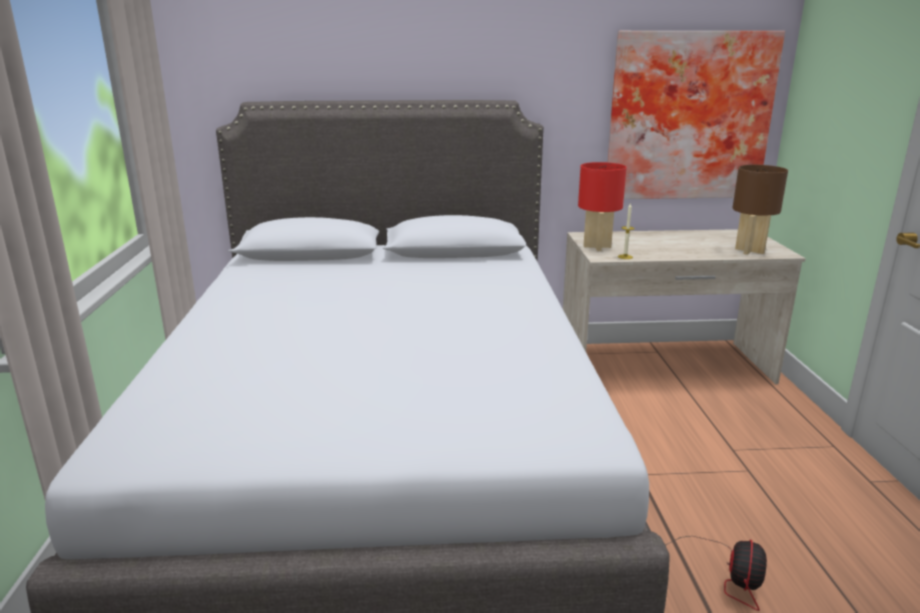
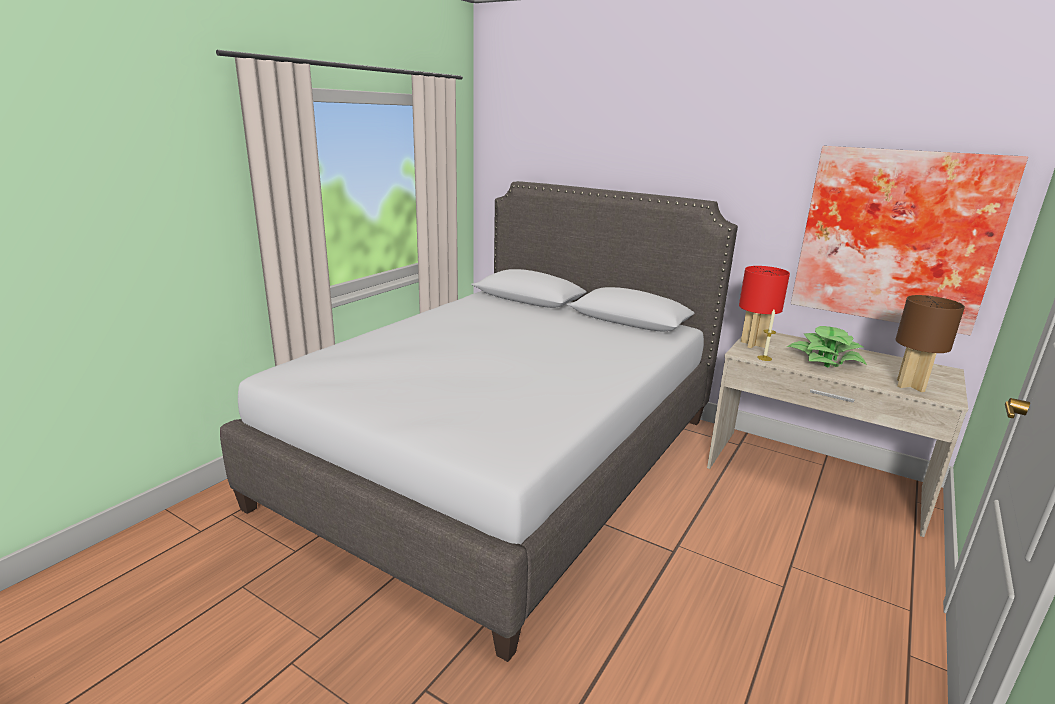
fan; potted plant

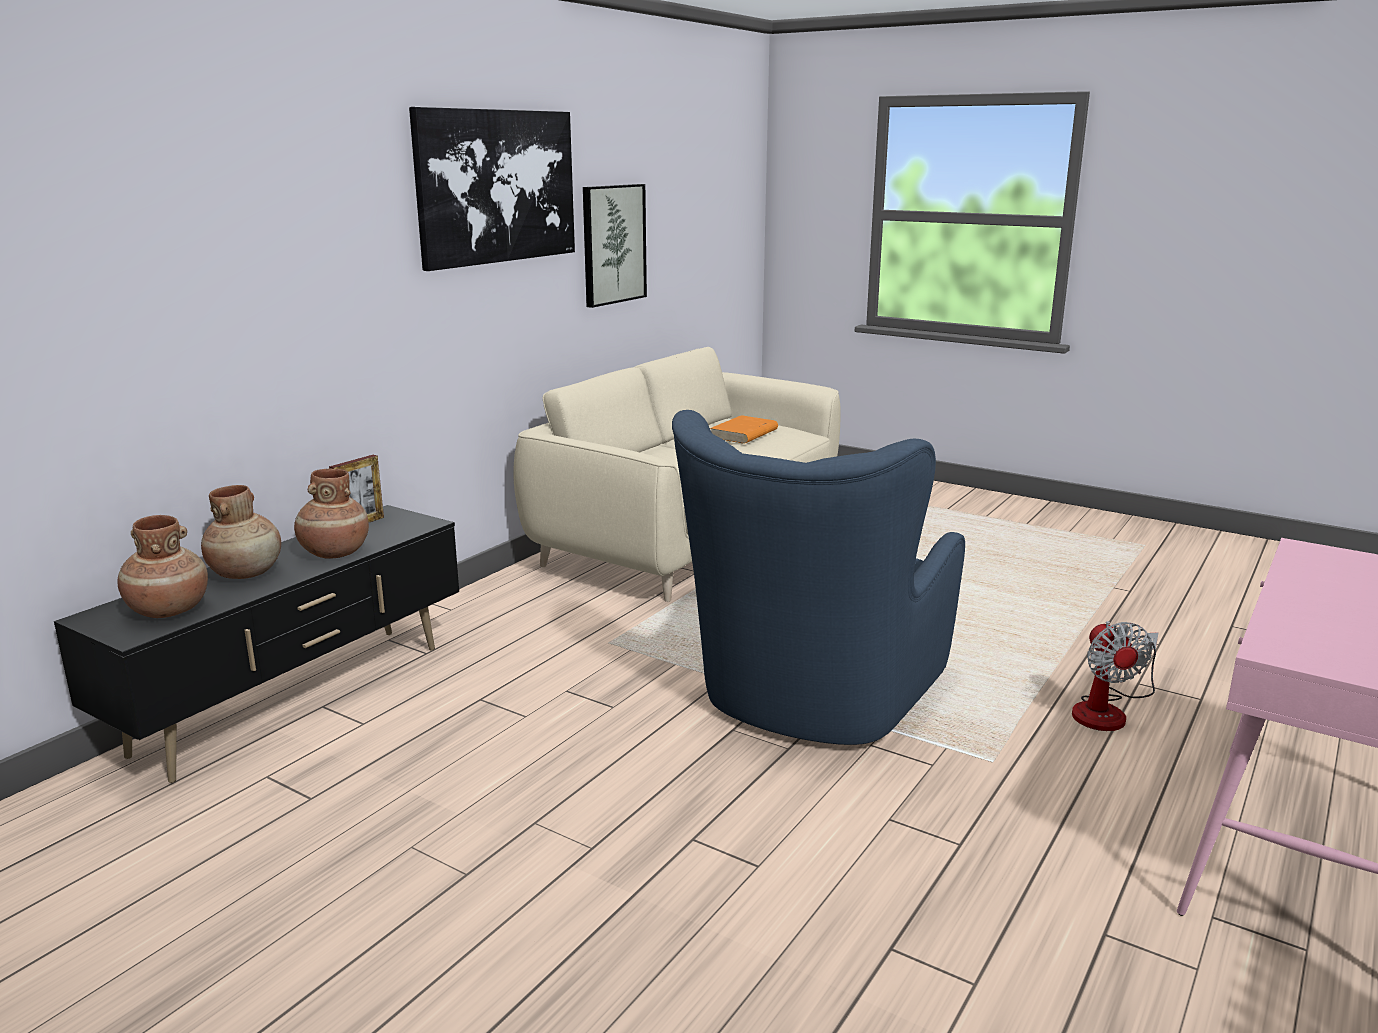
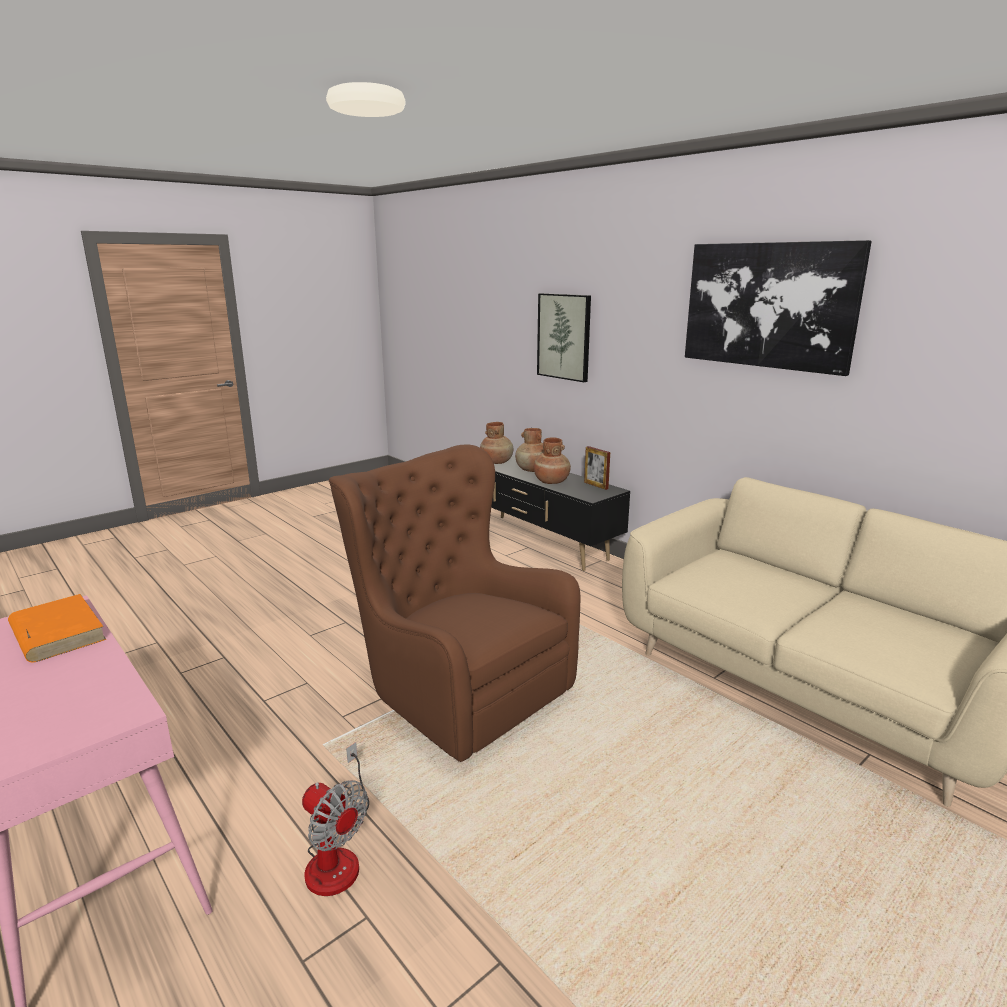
picture (1st from left); brown armchair; orange book; fan

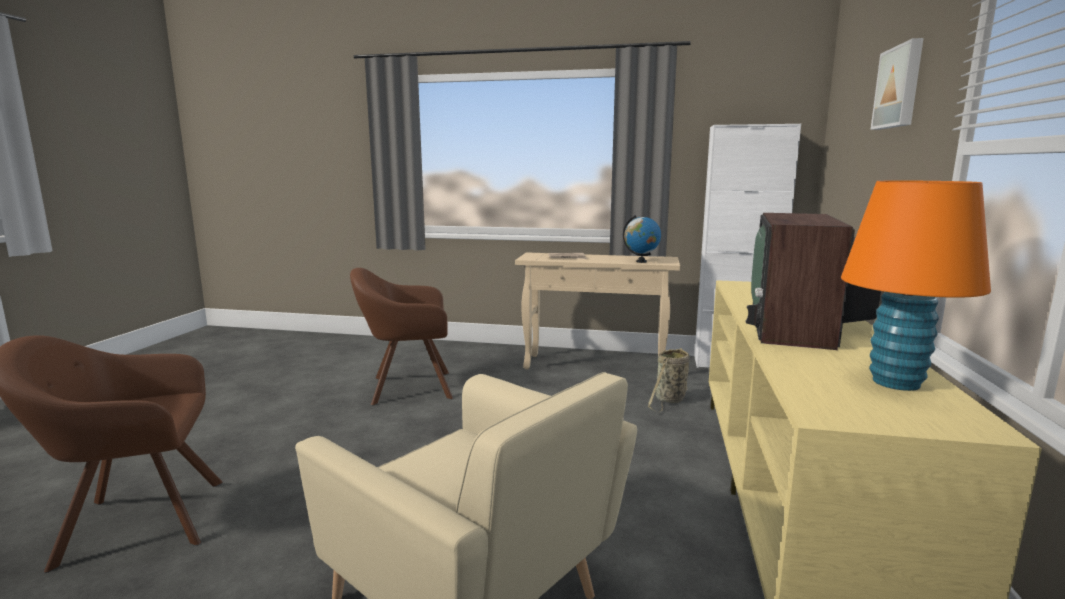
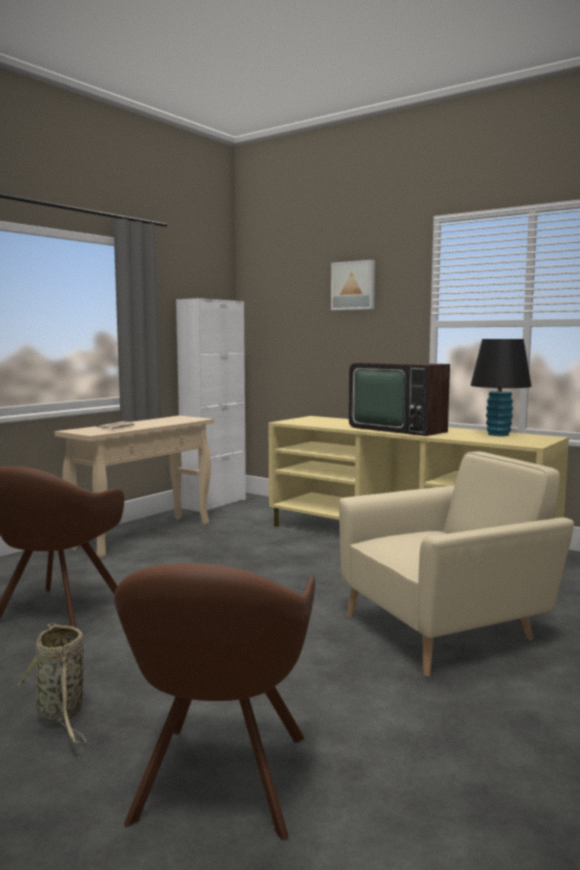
globe; basket; black table lamp

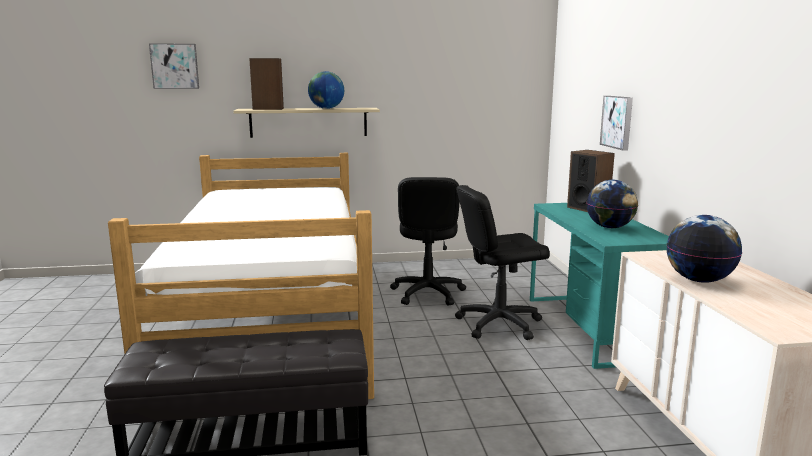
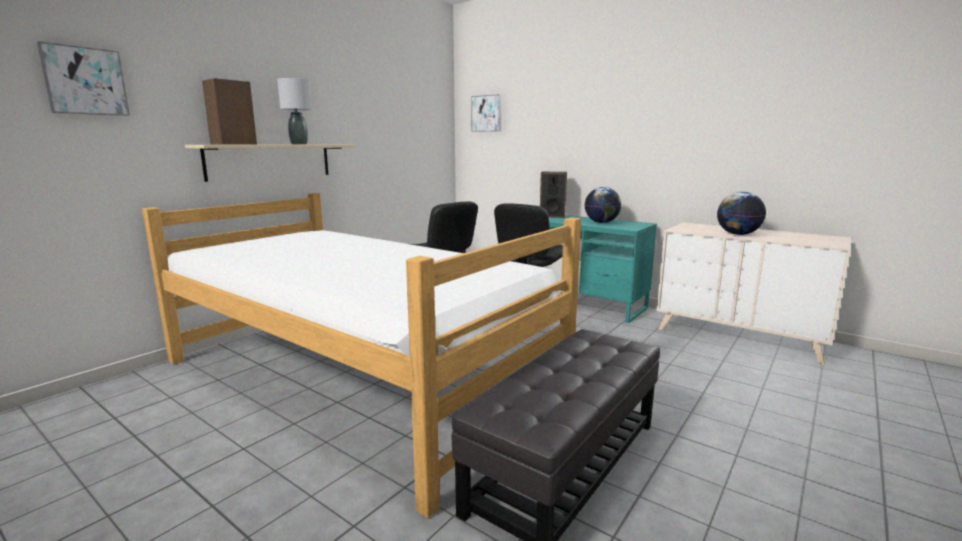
grey table lamp; picture (2nd from left)

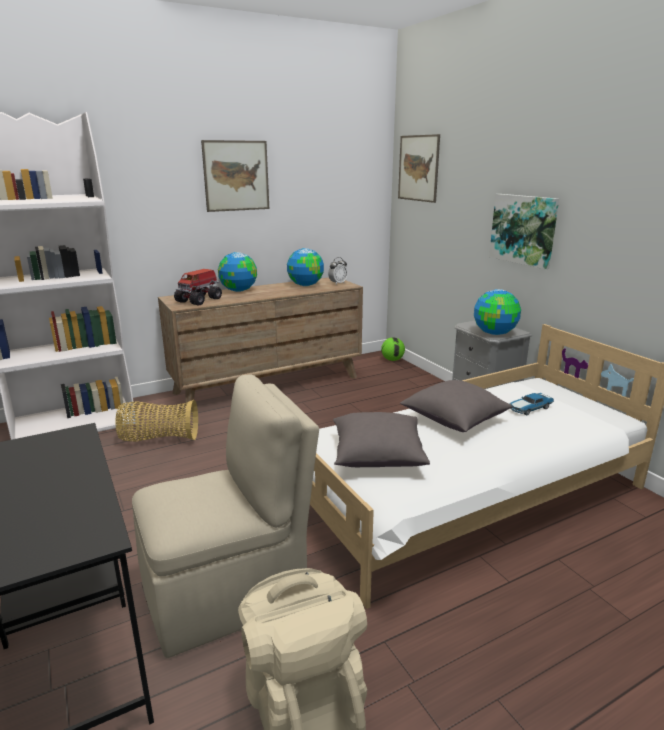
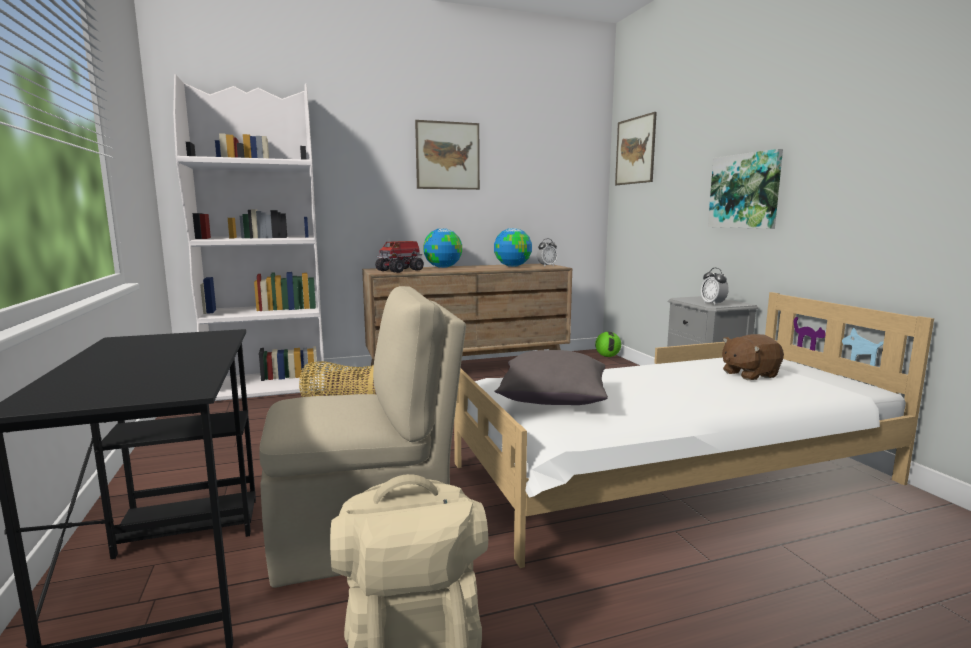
grey pillow (2nd from left in the first image); alarm clock (2nd from left); brown plush toy

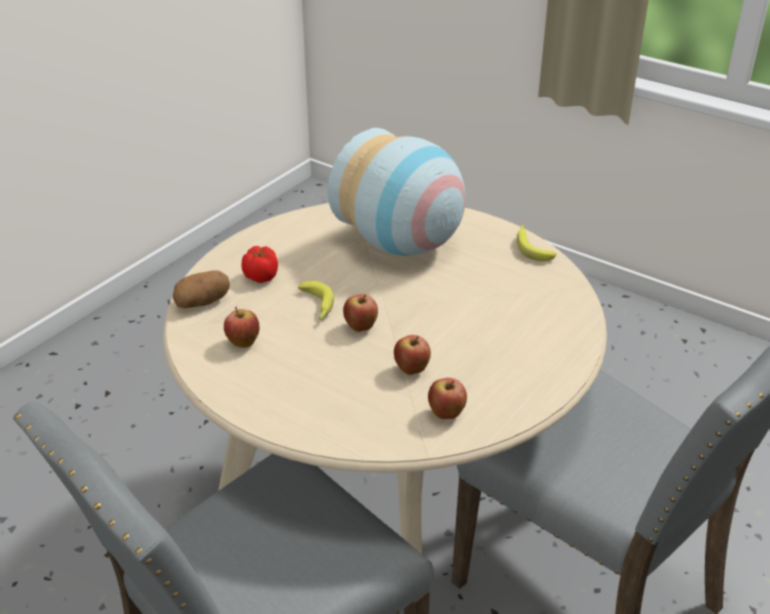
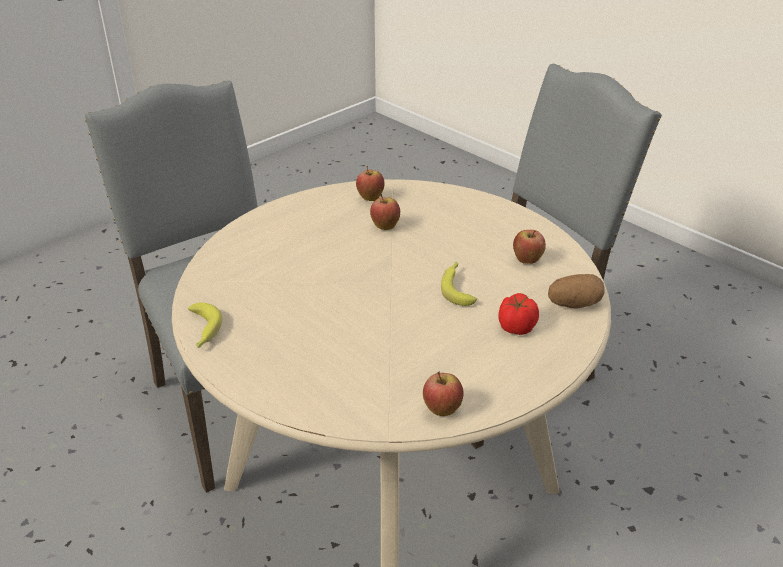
vase; apple (3rd from left)

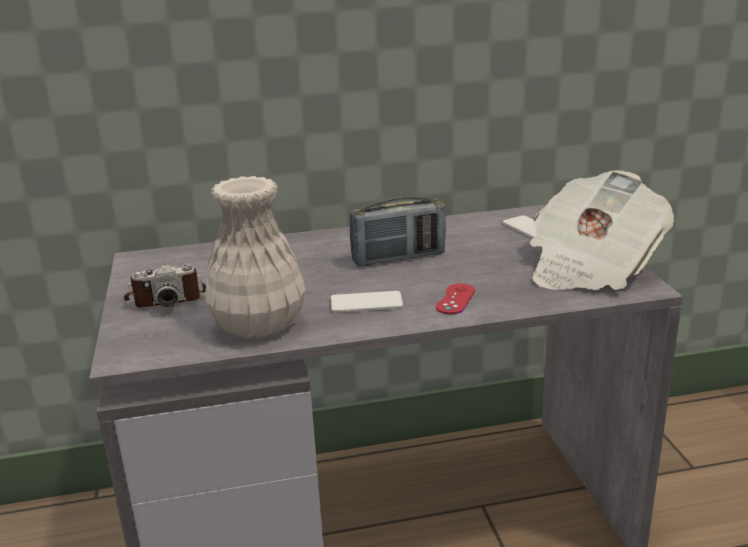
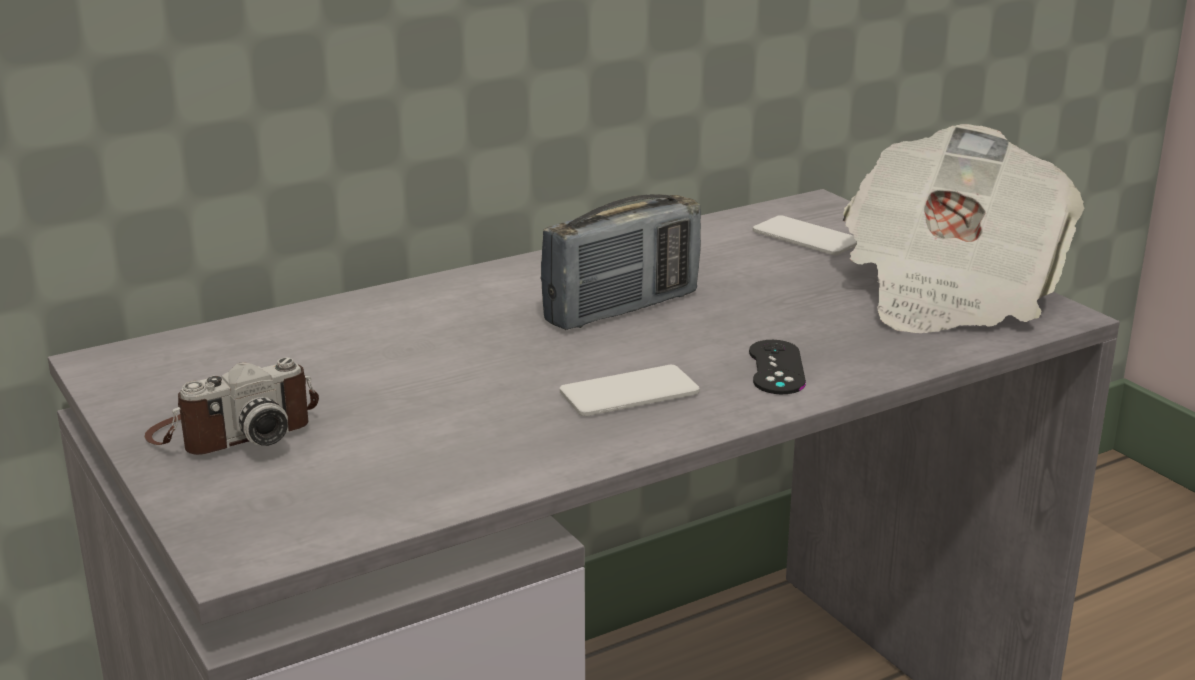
white vase; black game controller

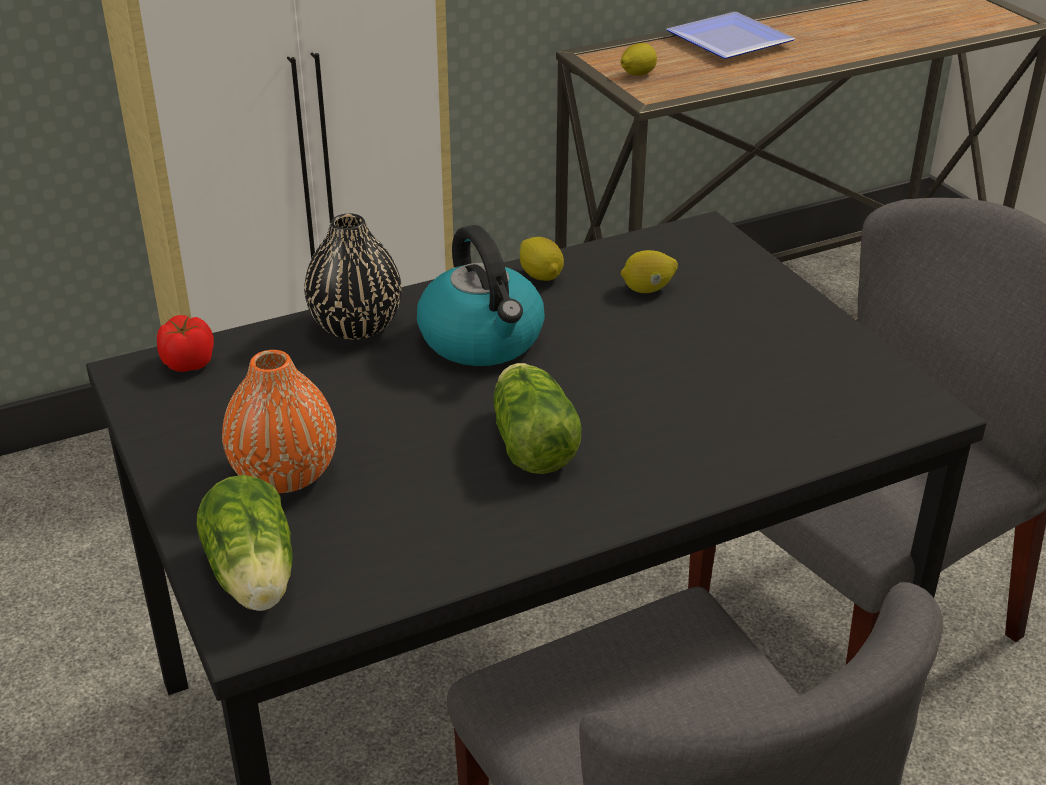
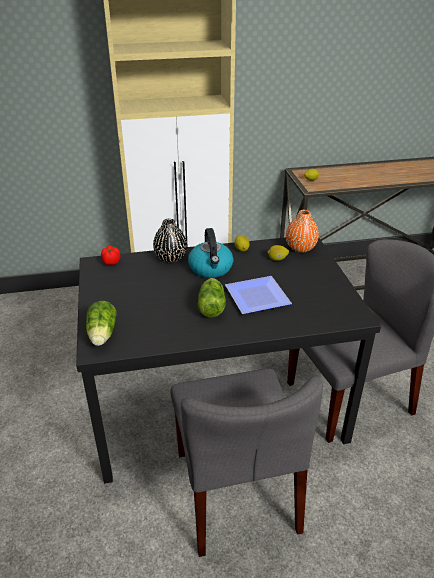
orange vase; plate

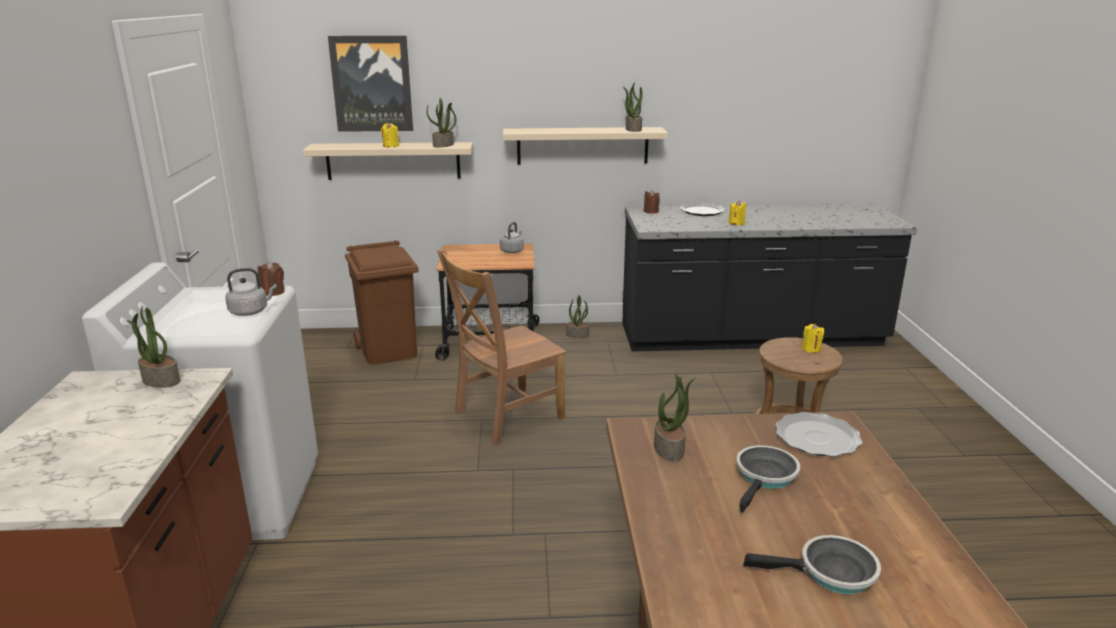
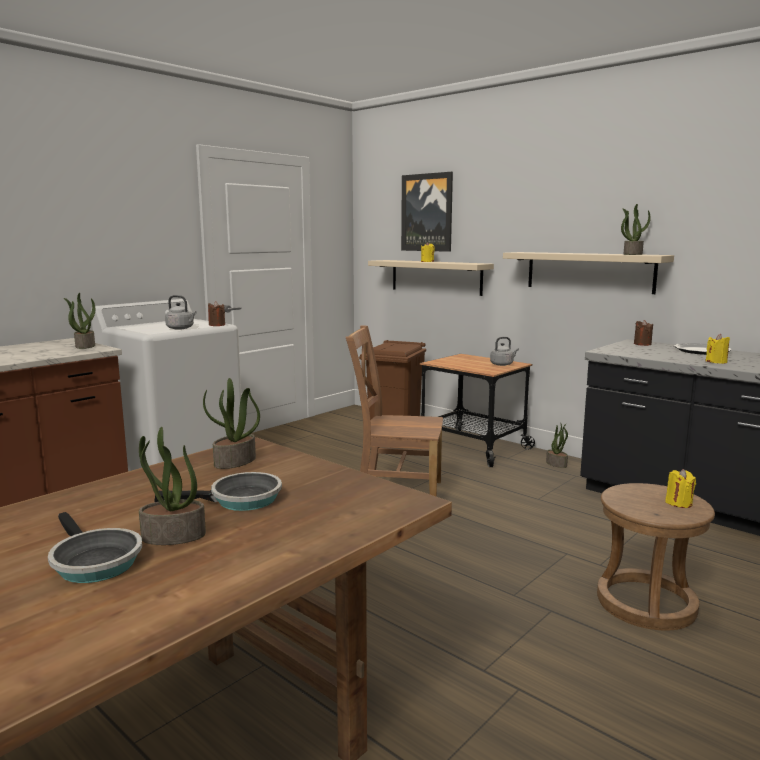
potted plant (2nd from left); plate (2nd from left in the first image)

